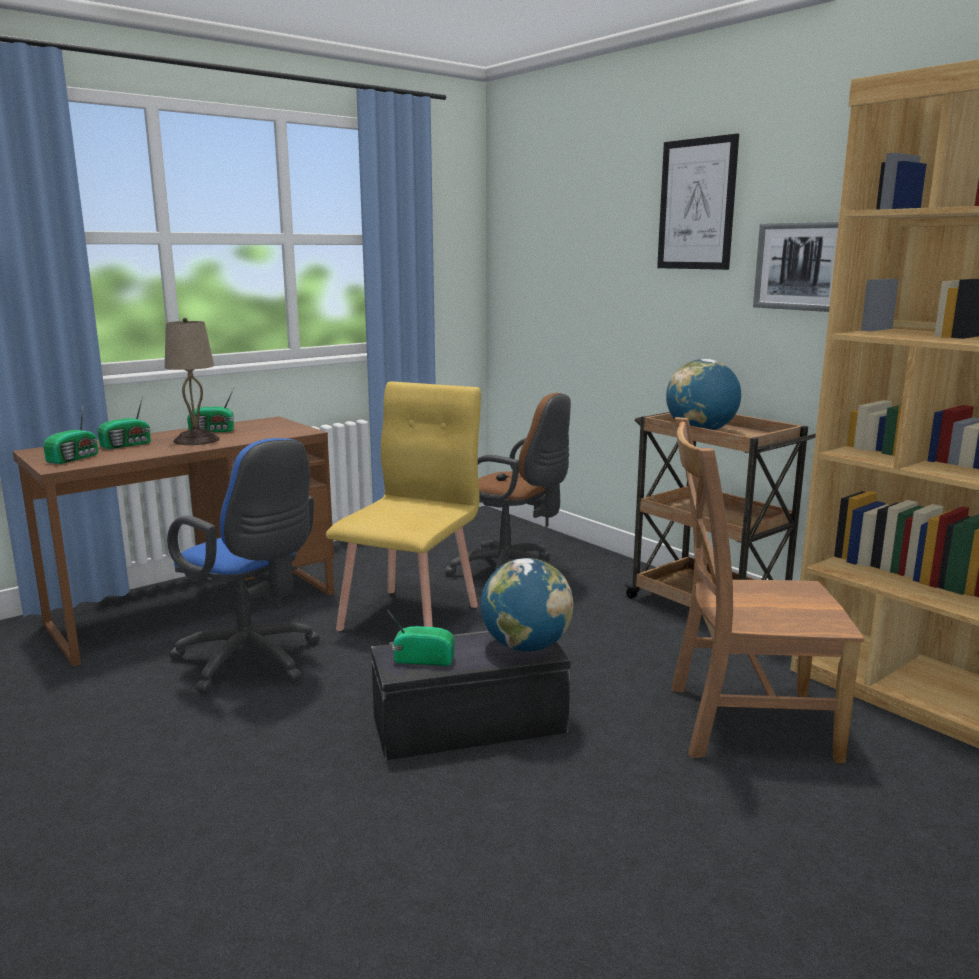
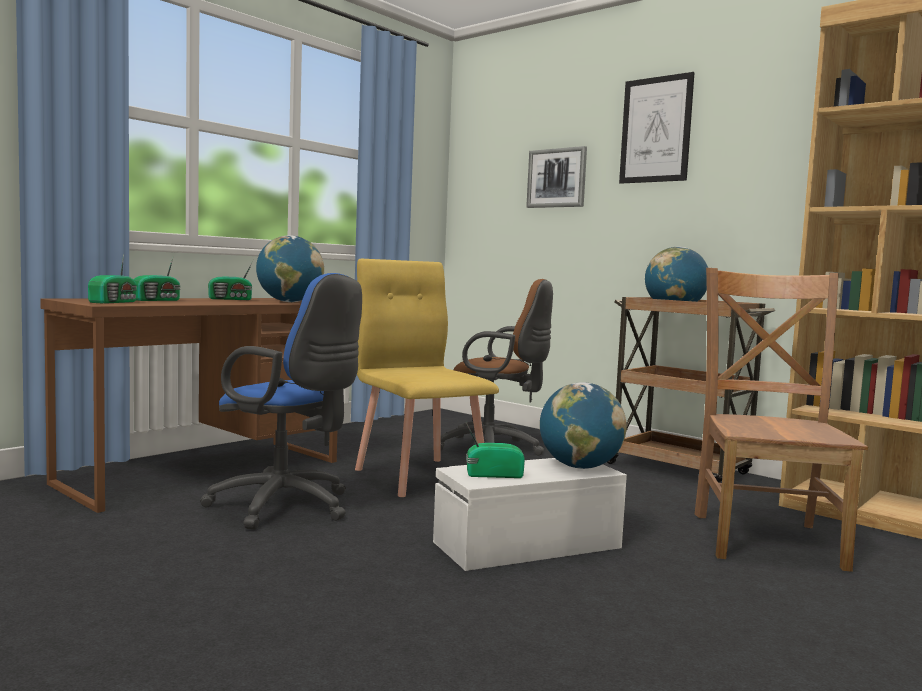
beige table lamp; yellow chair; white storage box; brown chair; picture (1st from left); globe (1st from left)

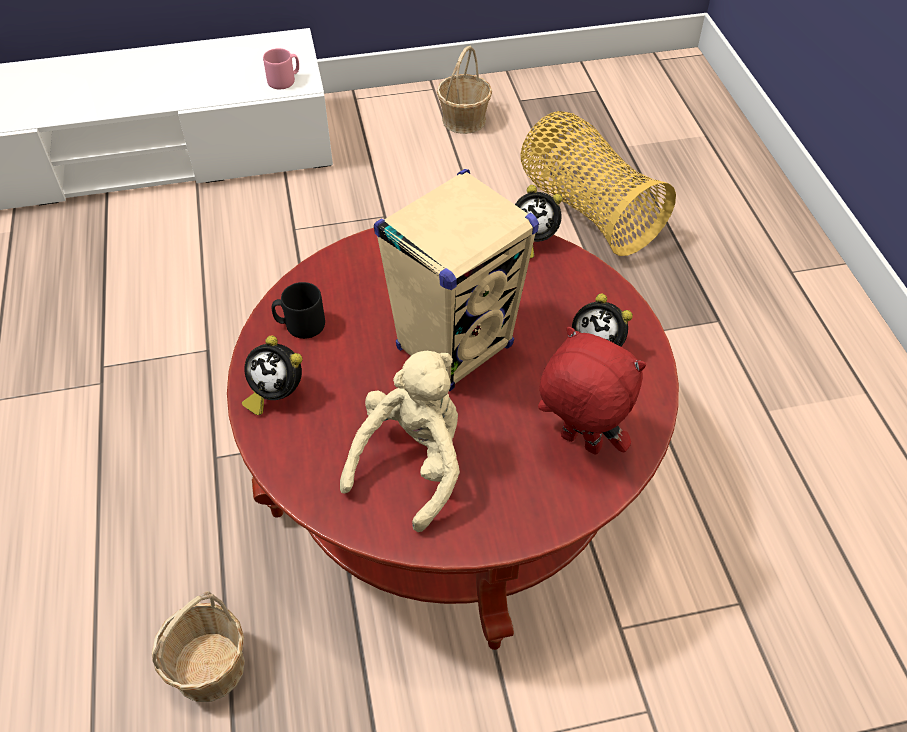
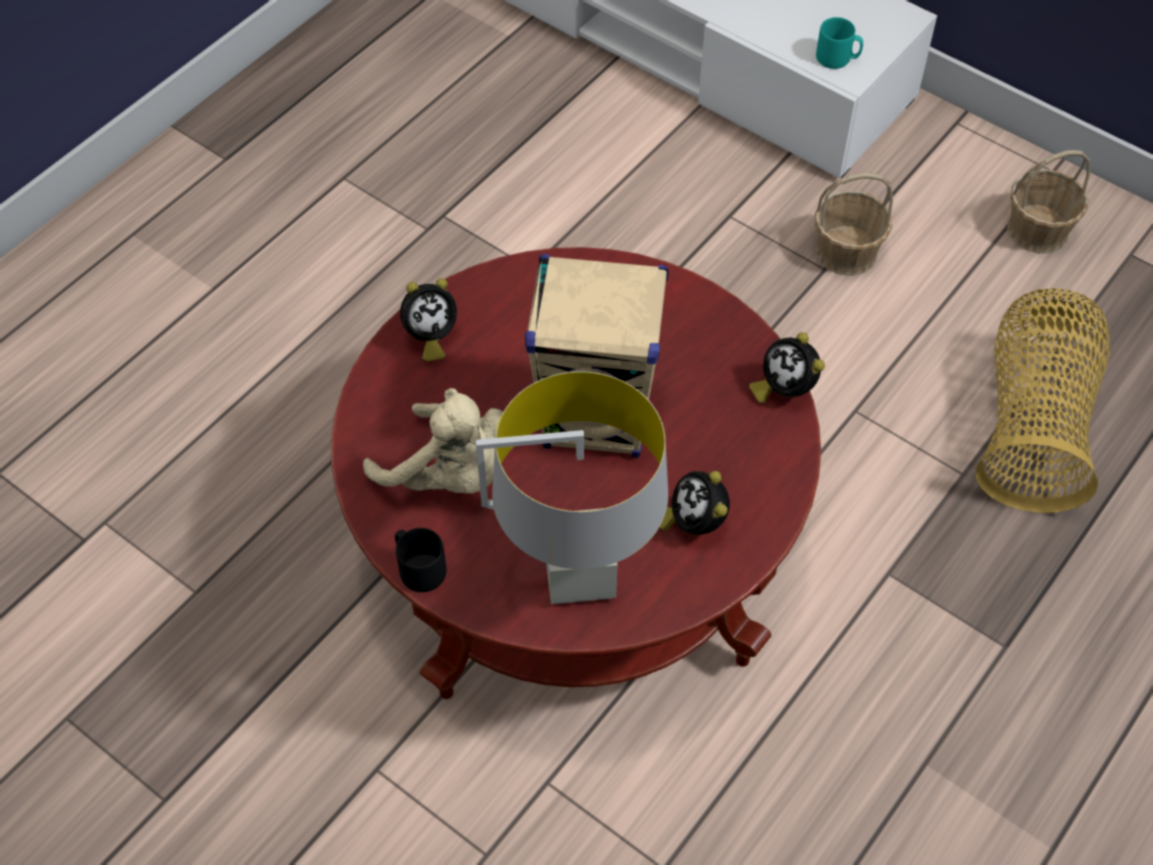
basket (1st from left); alarm clock (1st from left); turquoise mug; black mug; beige plush toy; grey table lamp

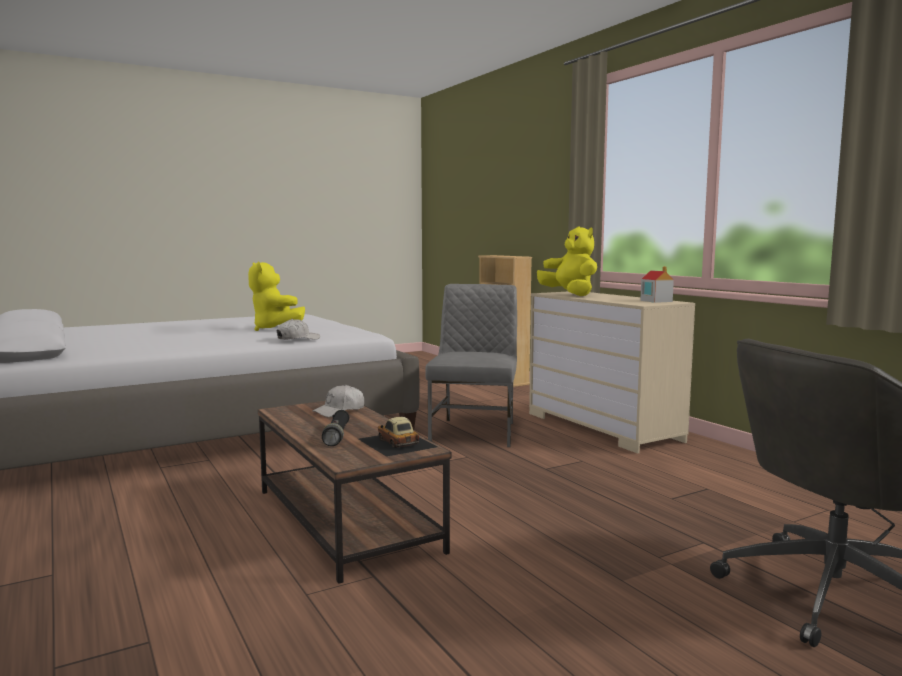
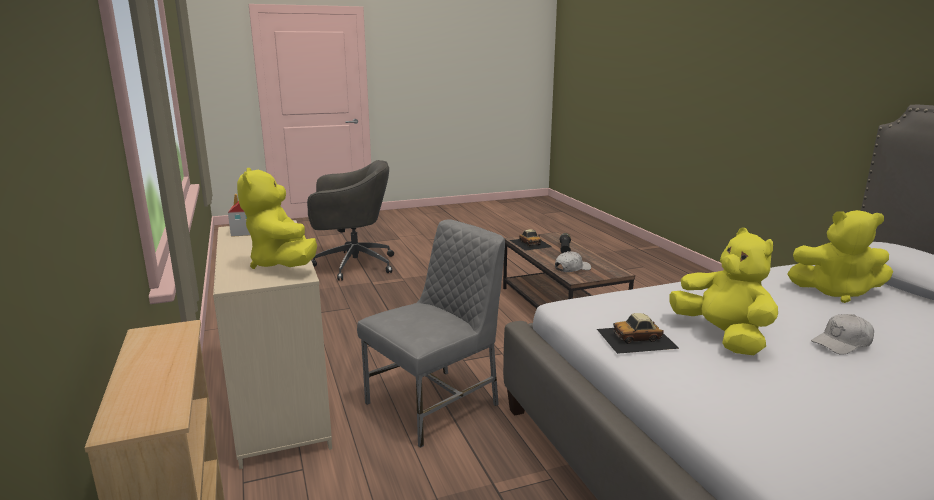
white cap (2nd from left); grey chair; toy car (2nd from left); yellow plush toy (3rd from left)

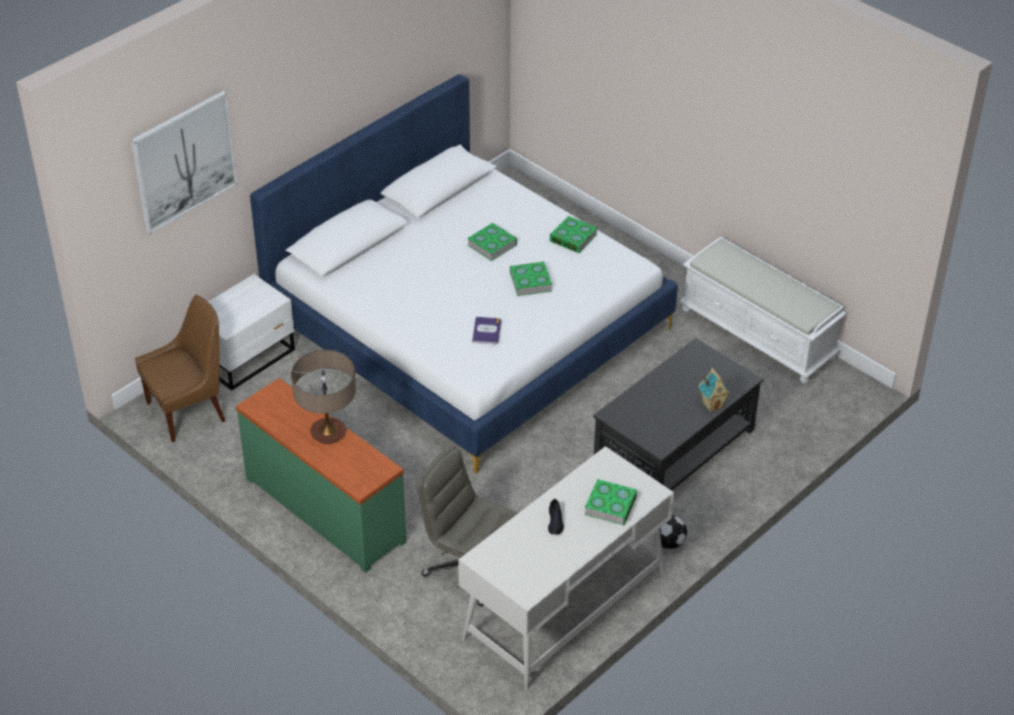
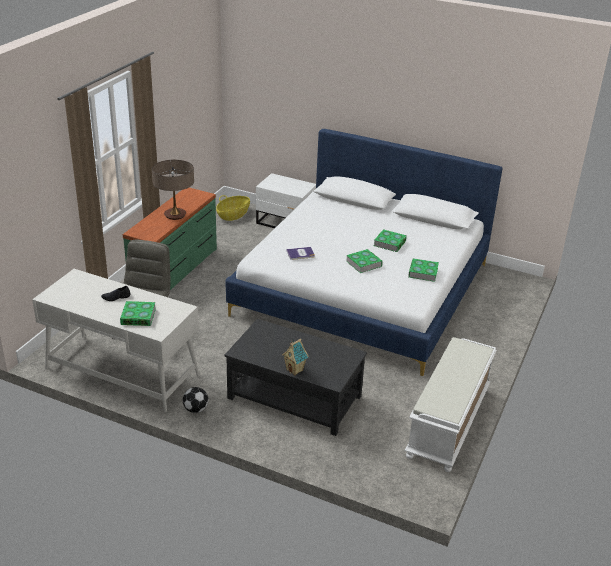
picture; basket

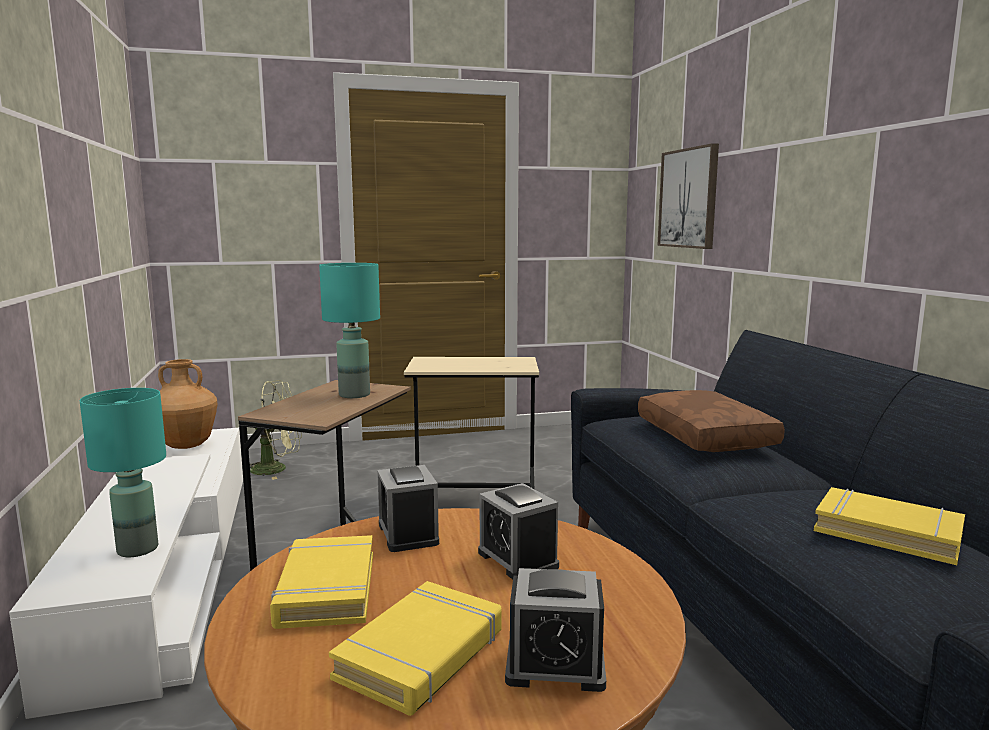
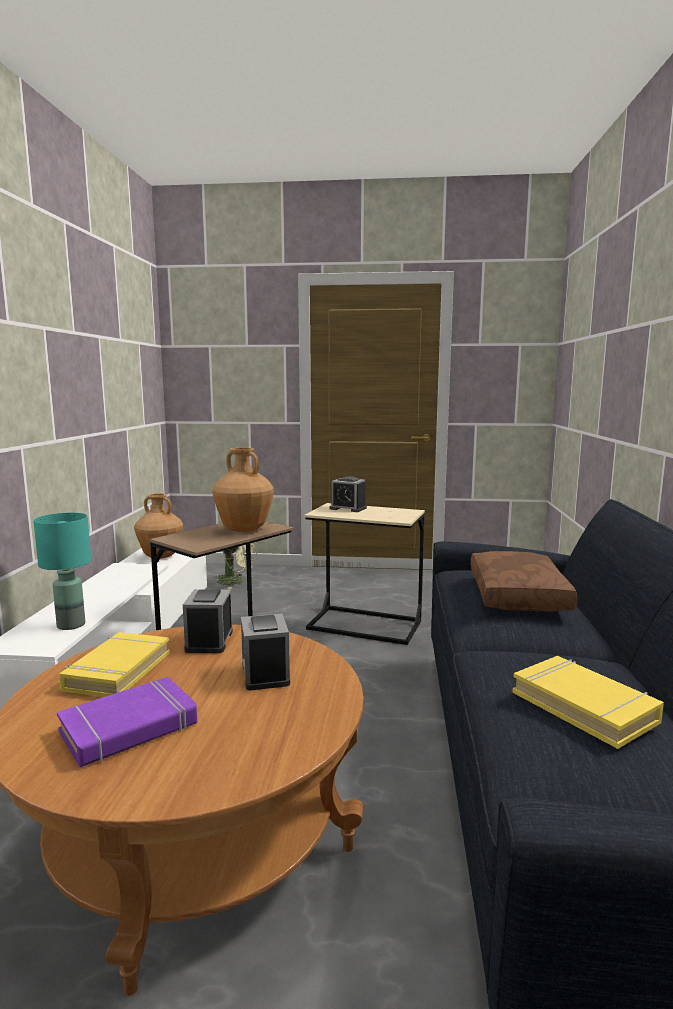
brown vase (2nd from left); purple book; alarm clock (3rd from left); picture

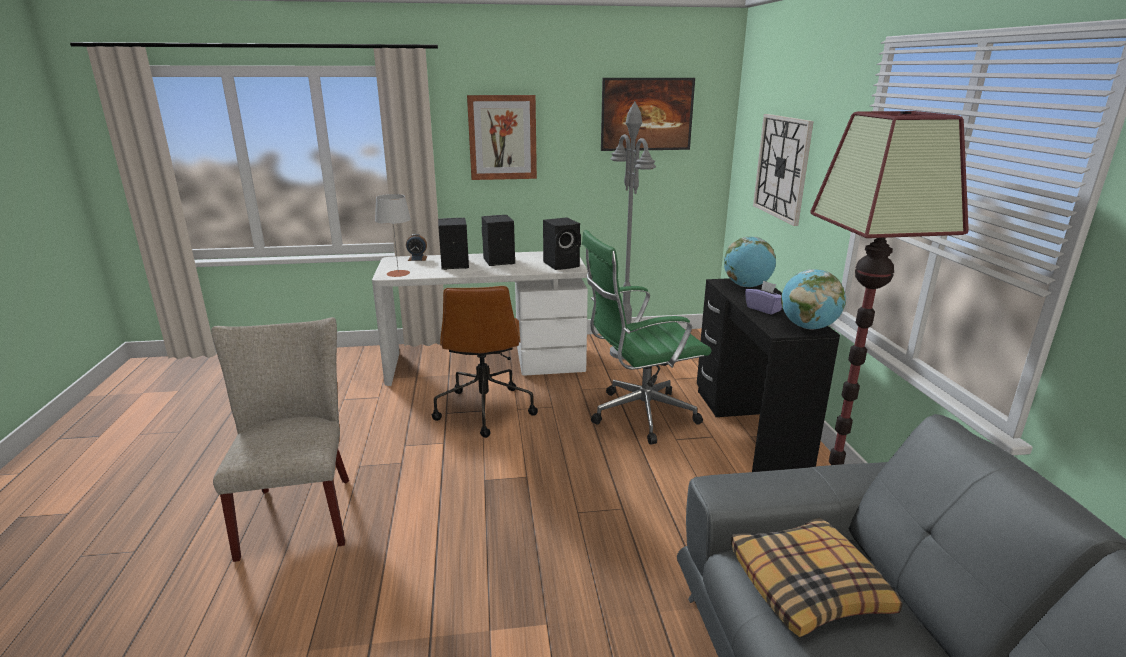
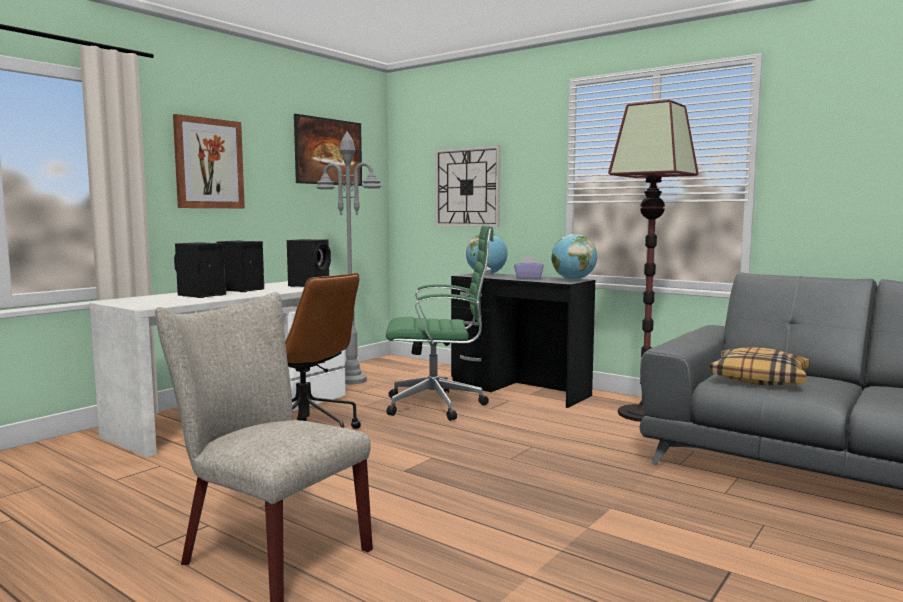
grey table lamp; alarm clock; green office chair

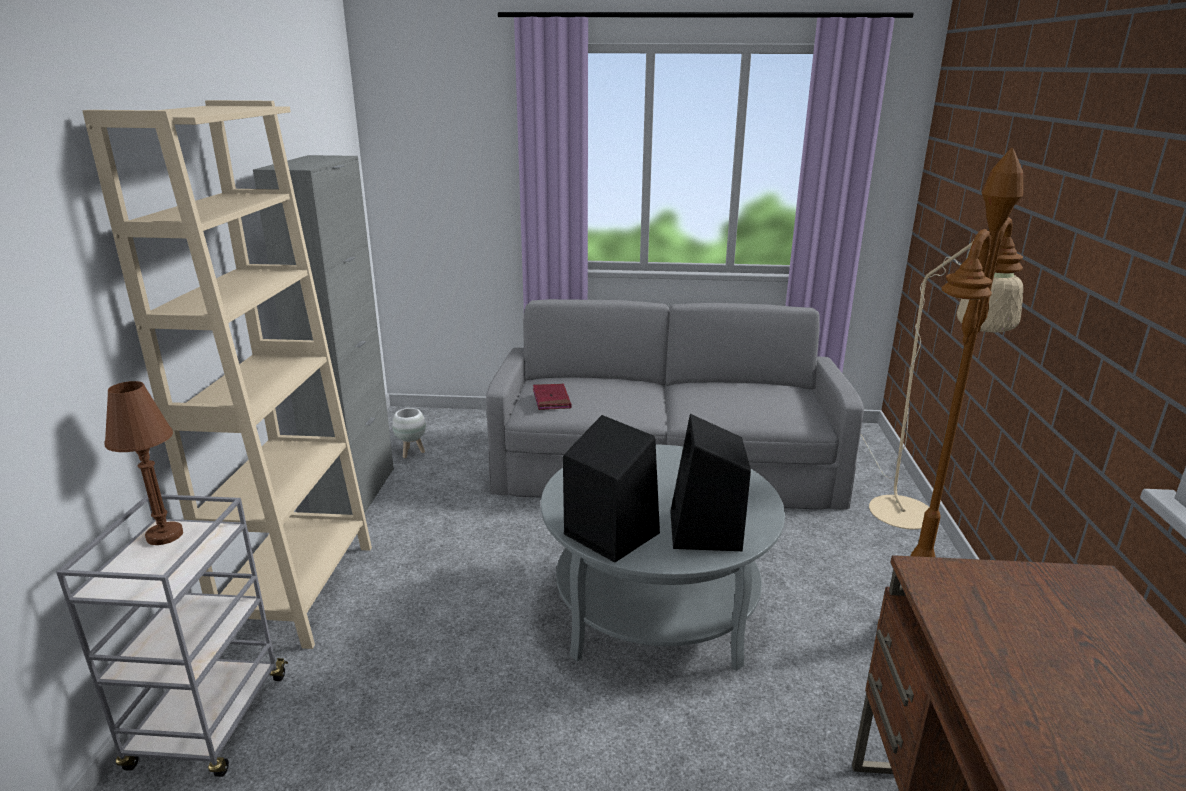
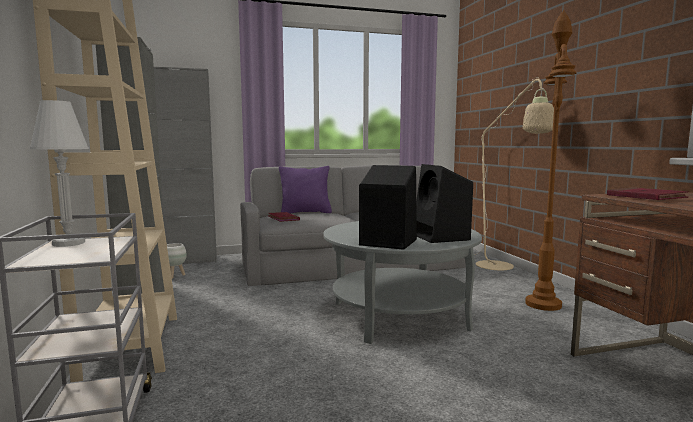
white table lamp; grey cabinet (2nd from left); purple pillow; red book (2nd from left)

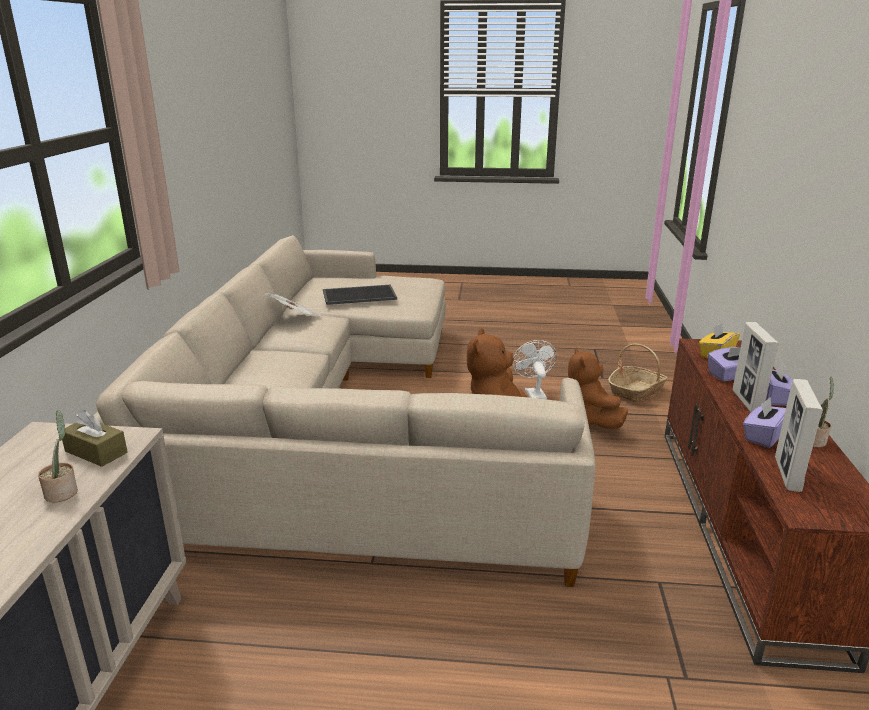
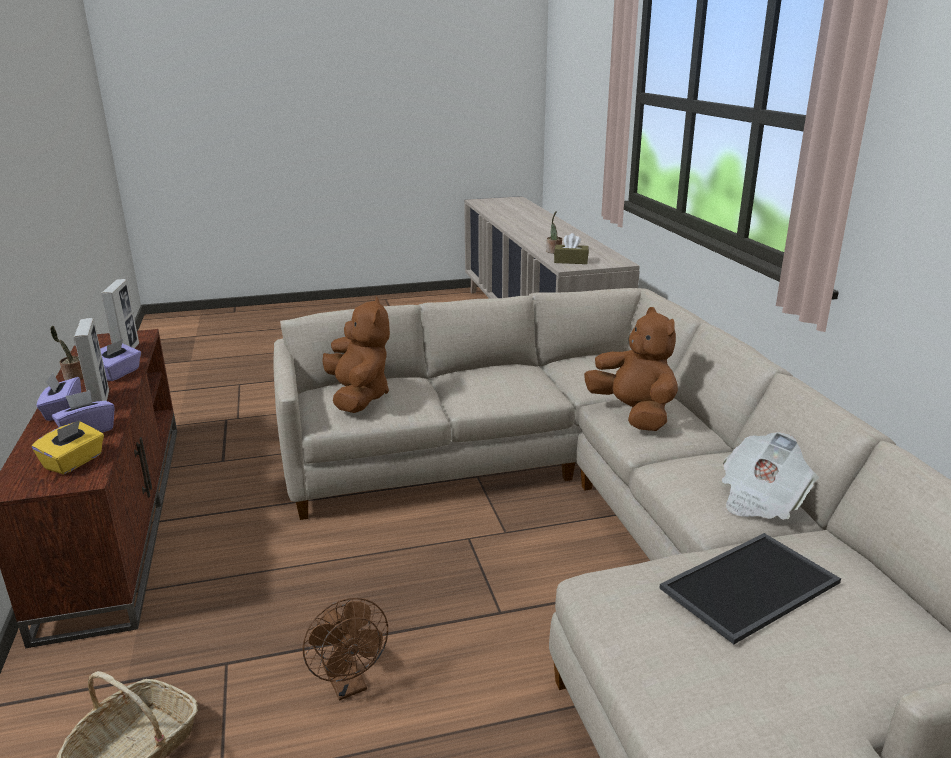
brown fan; brown plush toy (2nd from left)

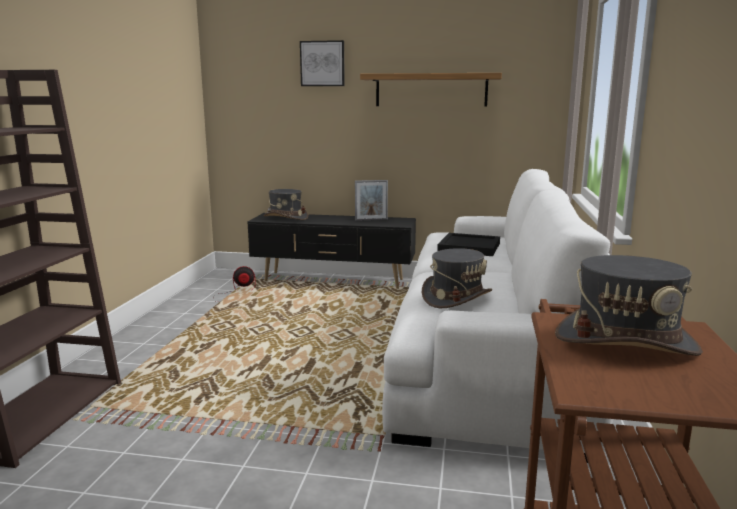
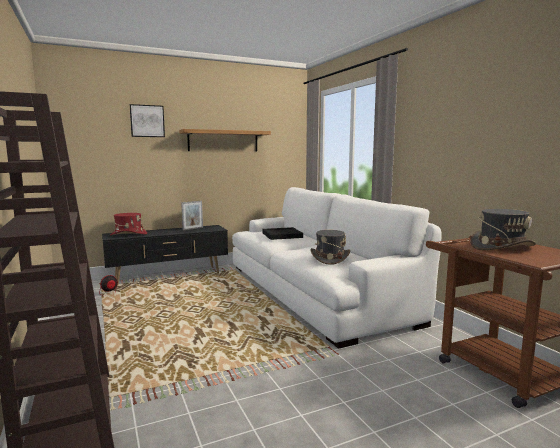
red hat

